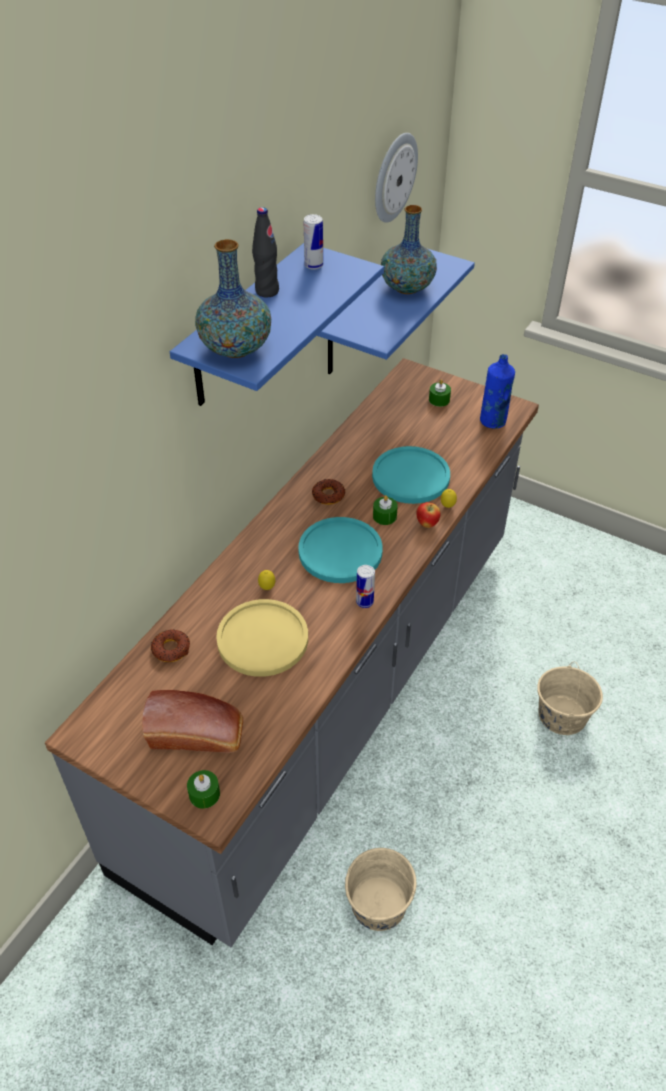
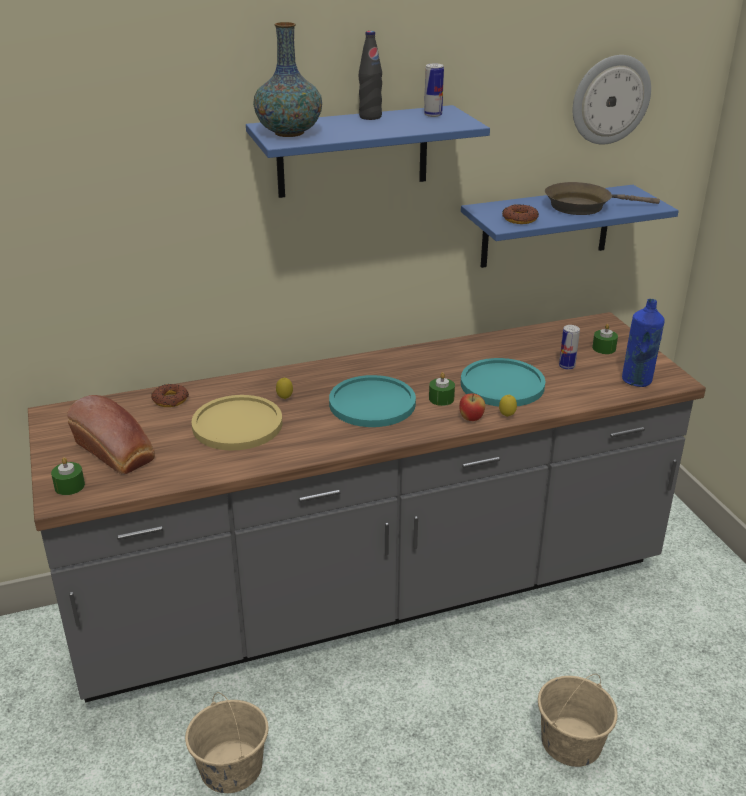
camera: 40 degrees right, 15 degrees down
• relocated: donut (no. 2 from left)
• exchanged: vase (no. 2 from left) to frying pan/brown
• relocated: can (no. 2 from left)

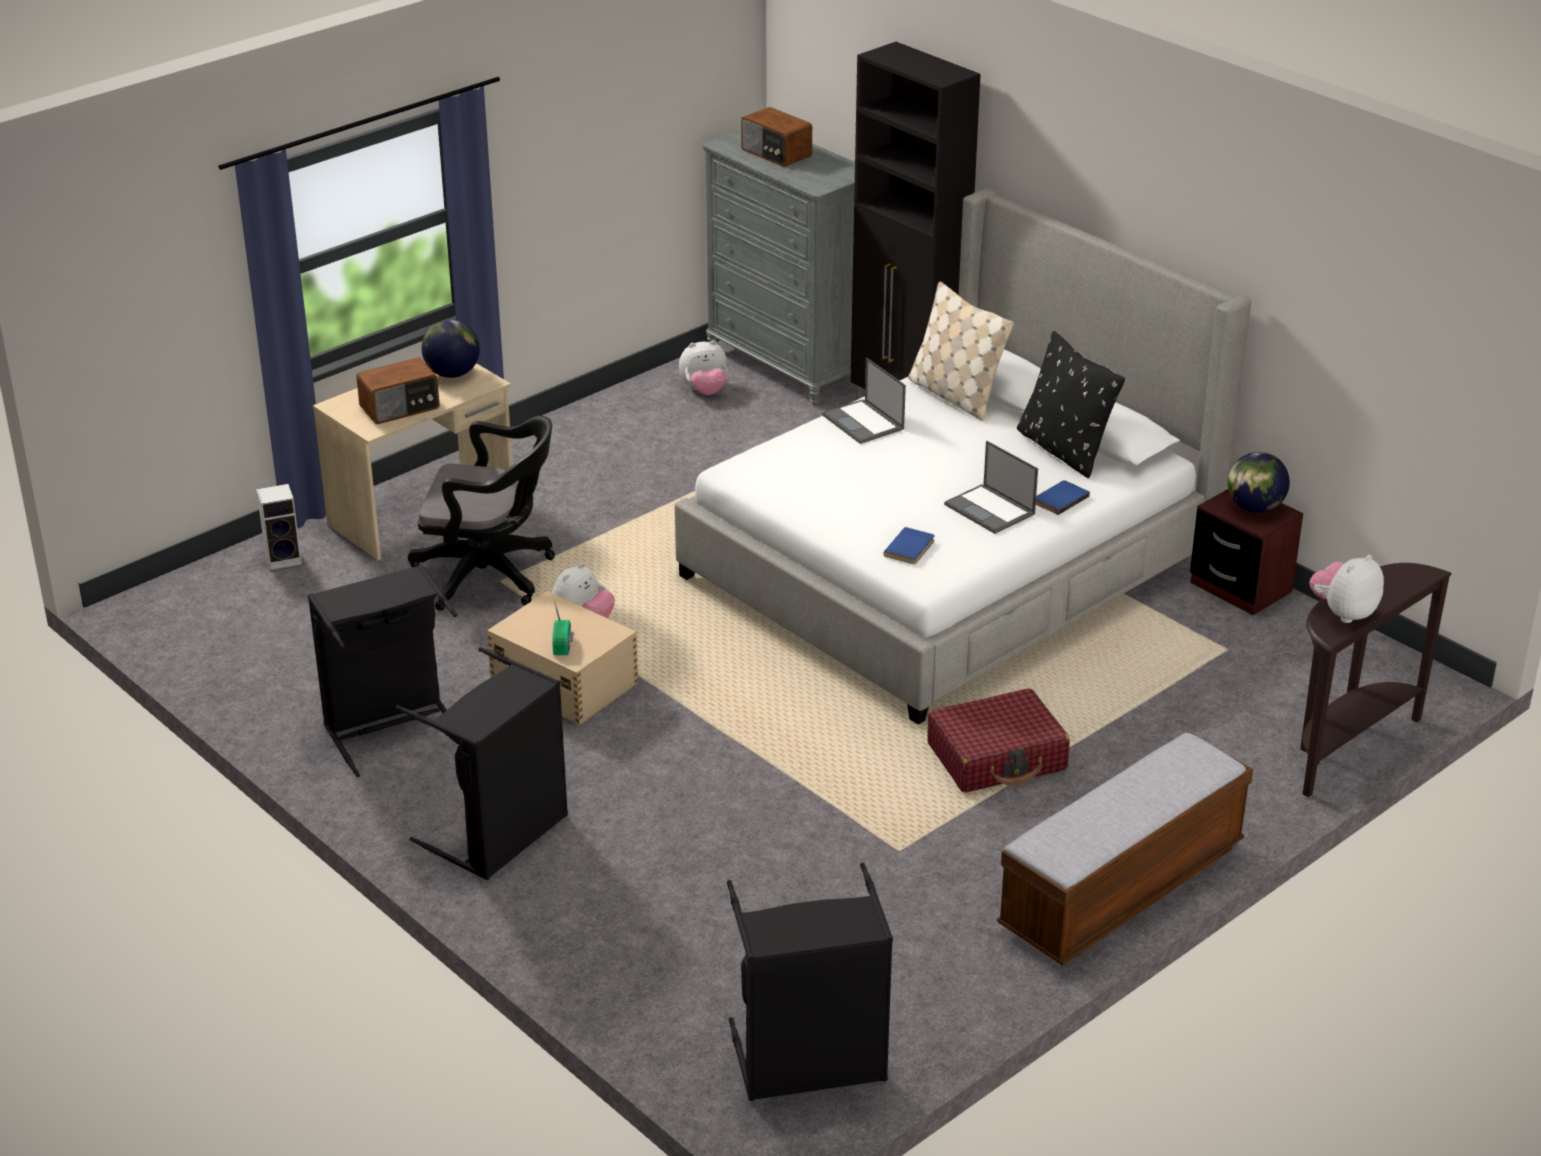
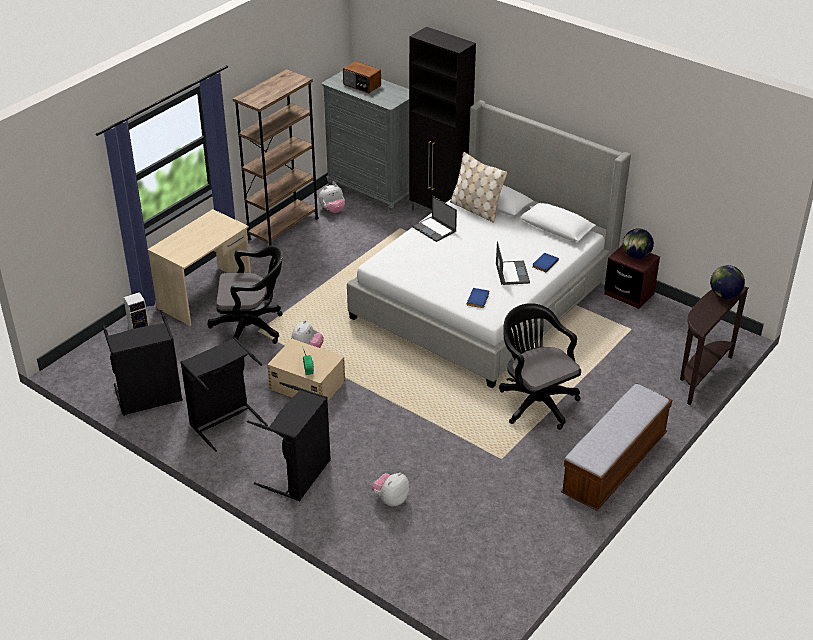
camera: 10 degrees left, 5 degrees up
• relocated: laundry basket/black (no. 3 from left in the first image) to laundry basket/black (no. 1 from left)
• appeared: bookcase/brown
• relocated: plush toy (no. 3 from left)
• spun: laptop (no. 2 from left) 135 degrees counterclockwise
• exchanged: suitcase/red to office chair/black (no. 2 from left)
• relocated: globe (no. 1 from left in the first image) to globe (no. 2 from left)
• missing: radio (no. 1 from left)
• missing: pillow/black

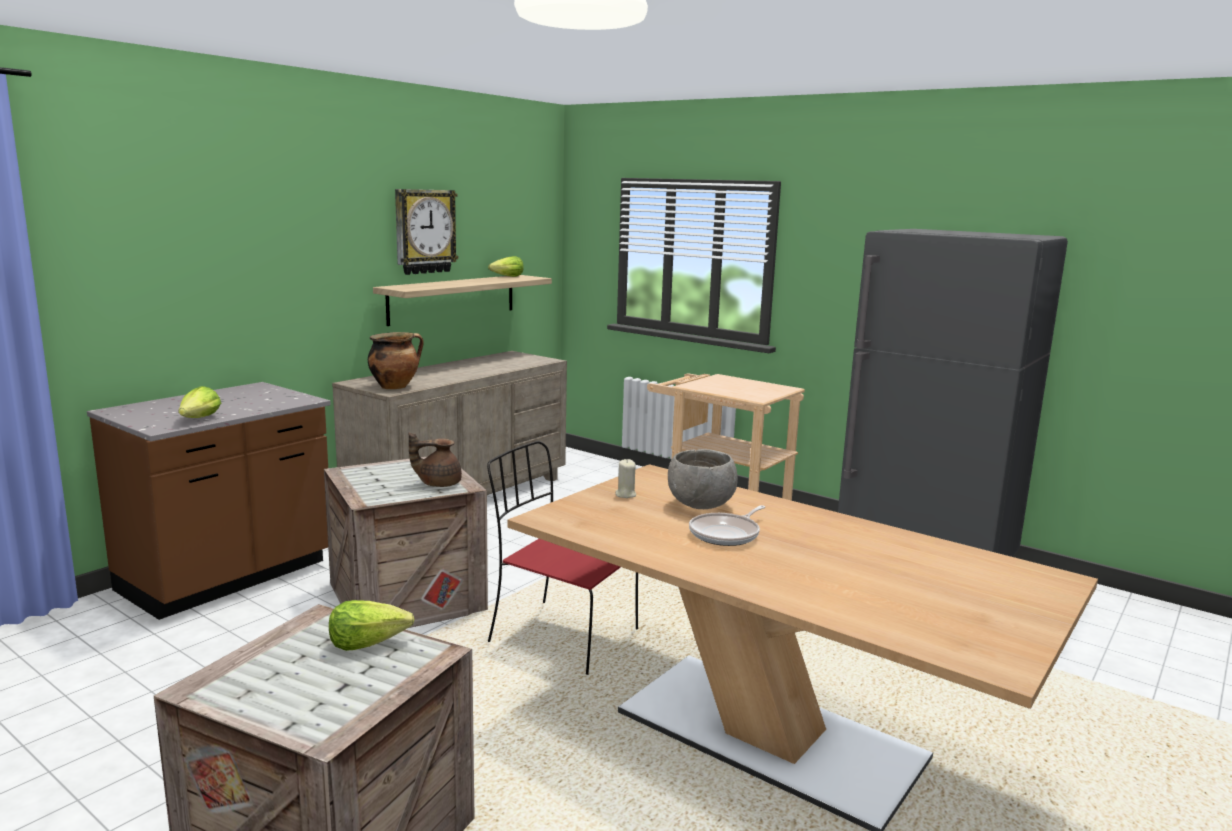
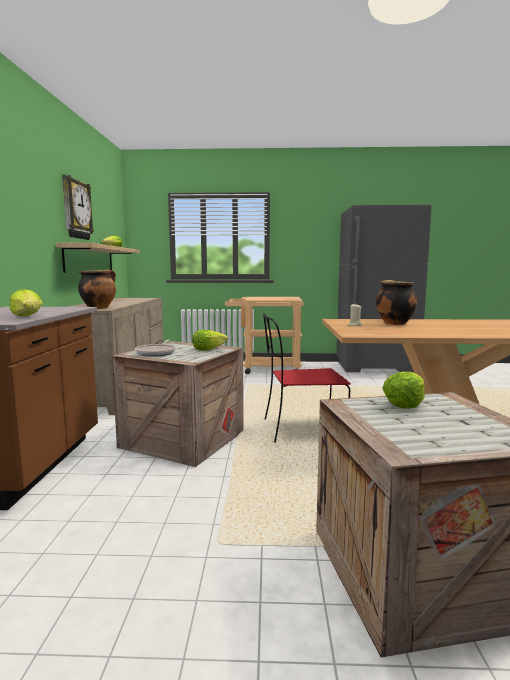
camera: 35 degrees left, 5 degrees down
• relocated: frying pan
• exchanged: teapot/brown to lettuce (no. 3 from left)
• exchanged: bowl/grey to cooking pot (no. 2 from left)

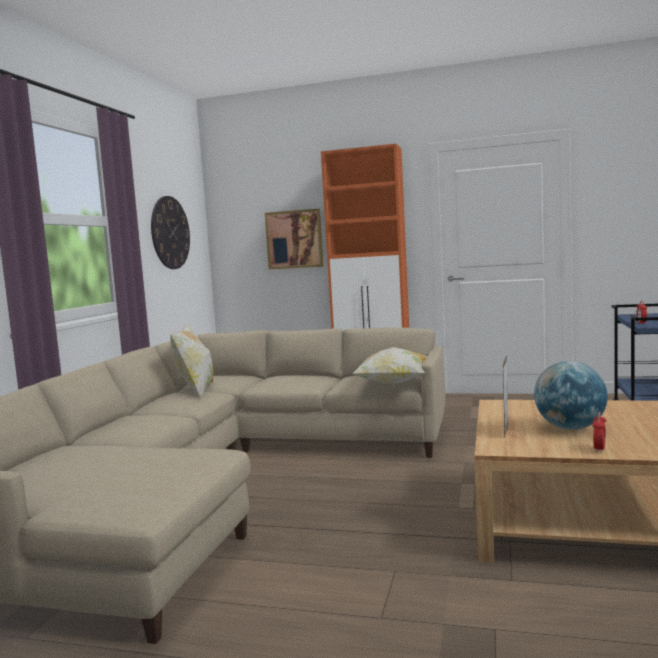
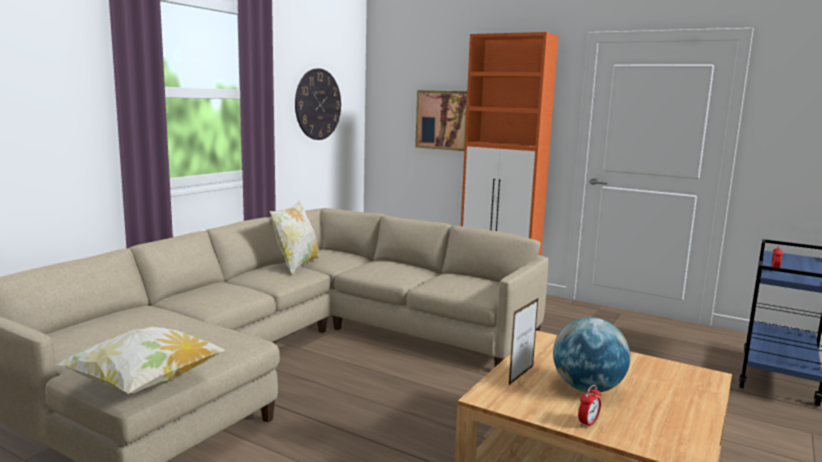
camera: 15 degrees right, 5 degrees up
• relocated: pillow (no. 2 from left in the first image) to pillow (no. 1 from left)

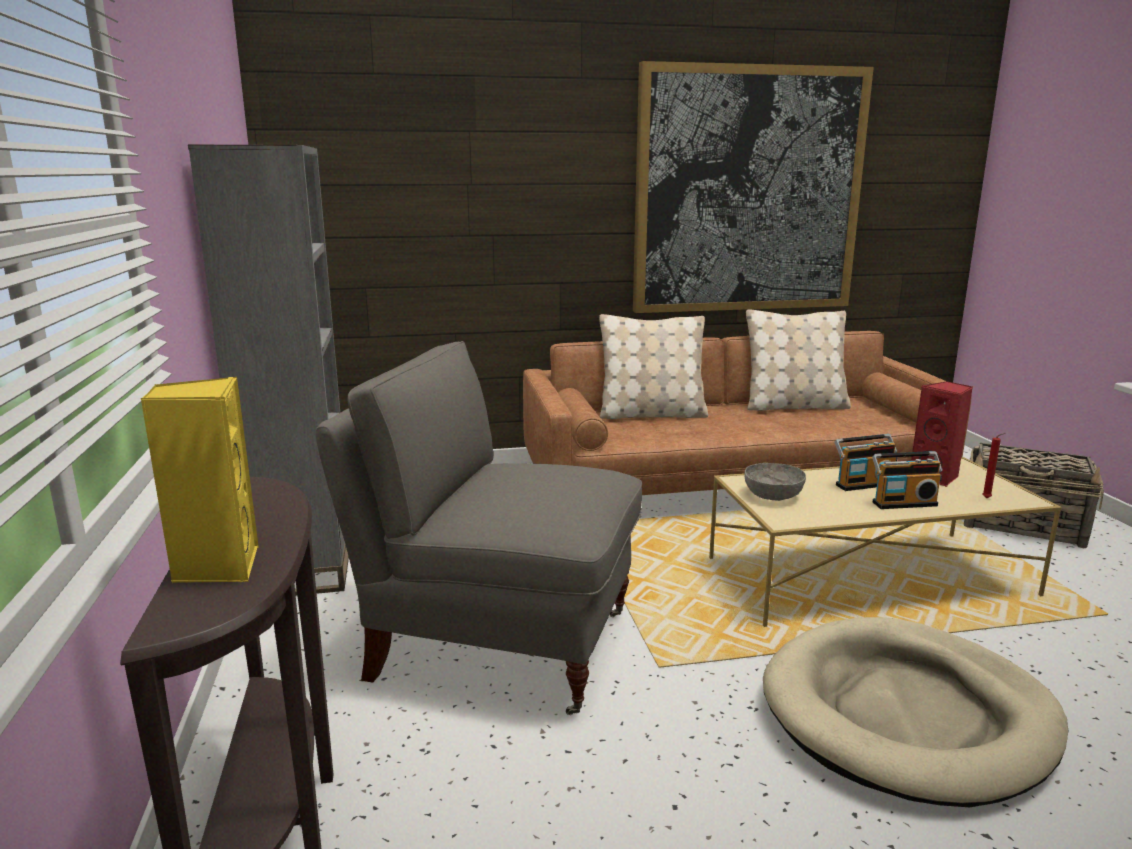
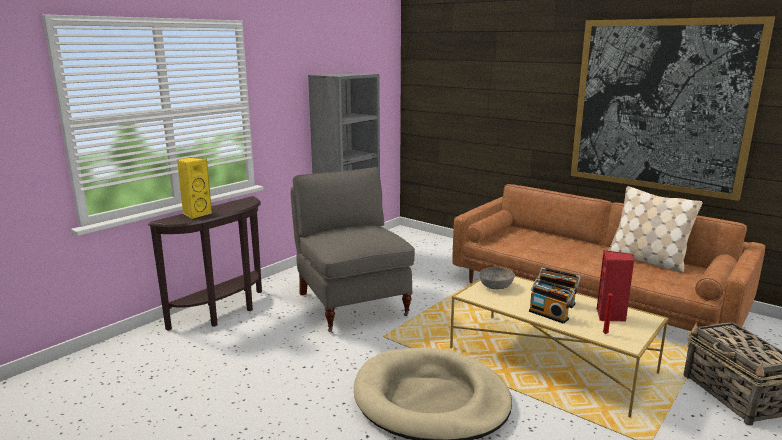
camera: 50 degrees right, 0 degrees up
• missing: pillow/beige (no. 1 from left)

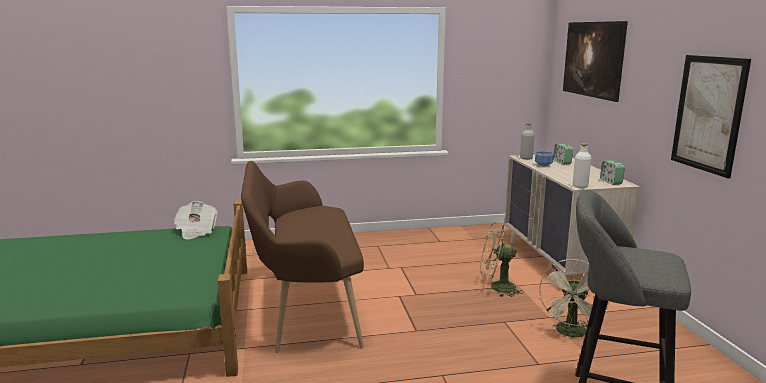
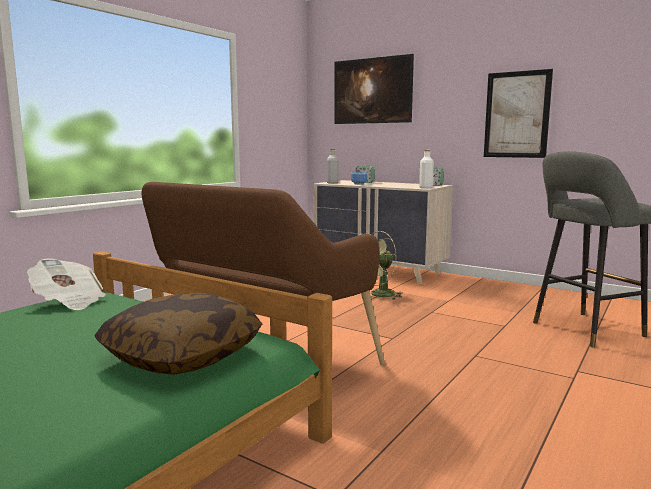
camera: 45 degrees left, 5 degrees down
• appeared: pillow
• missing: fan/beige

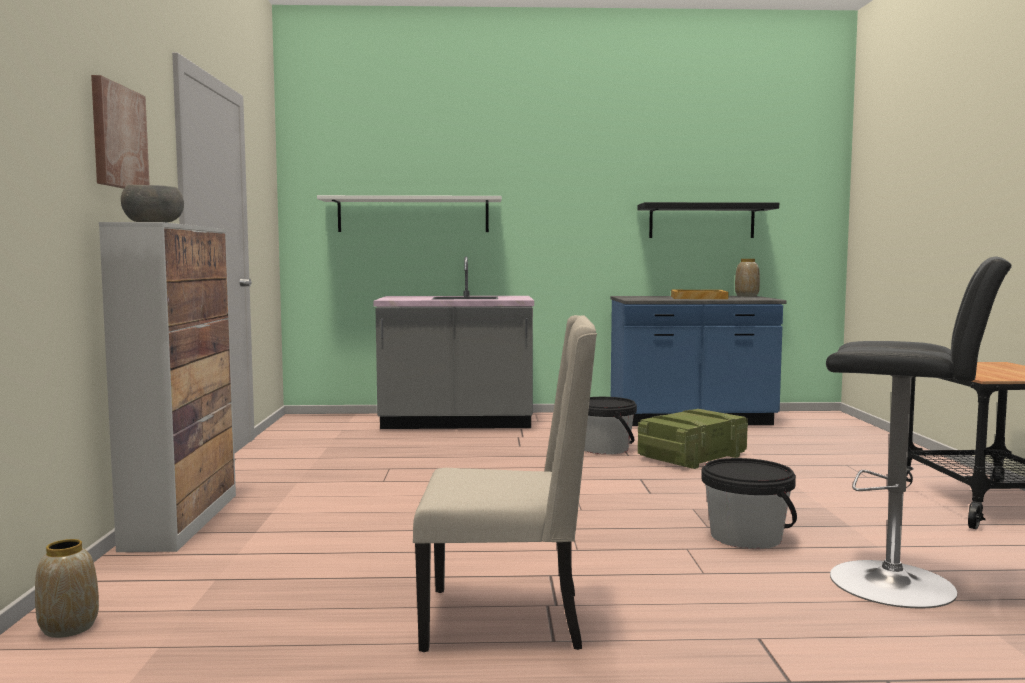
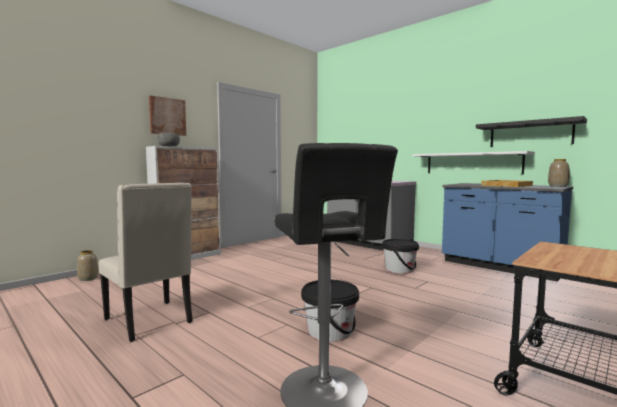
camera: 45 degrees right, 0 degrees up
• relocated: shelf/white
• missing: crate

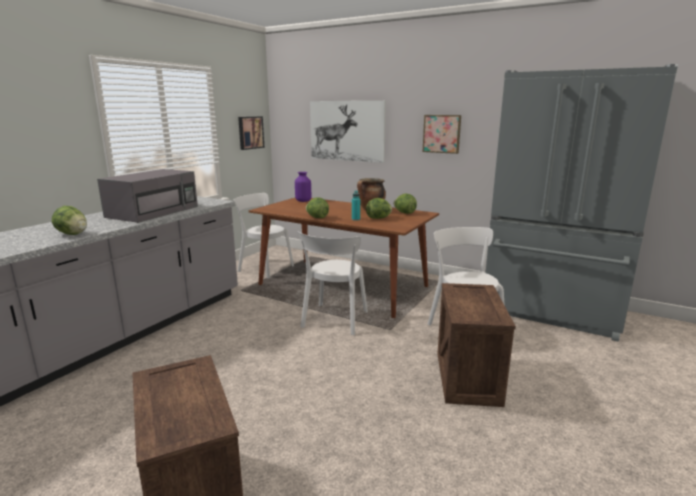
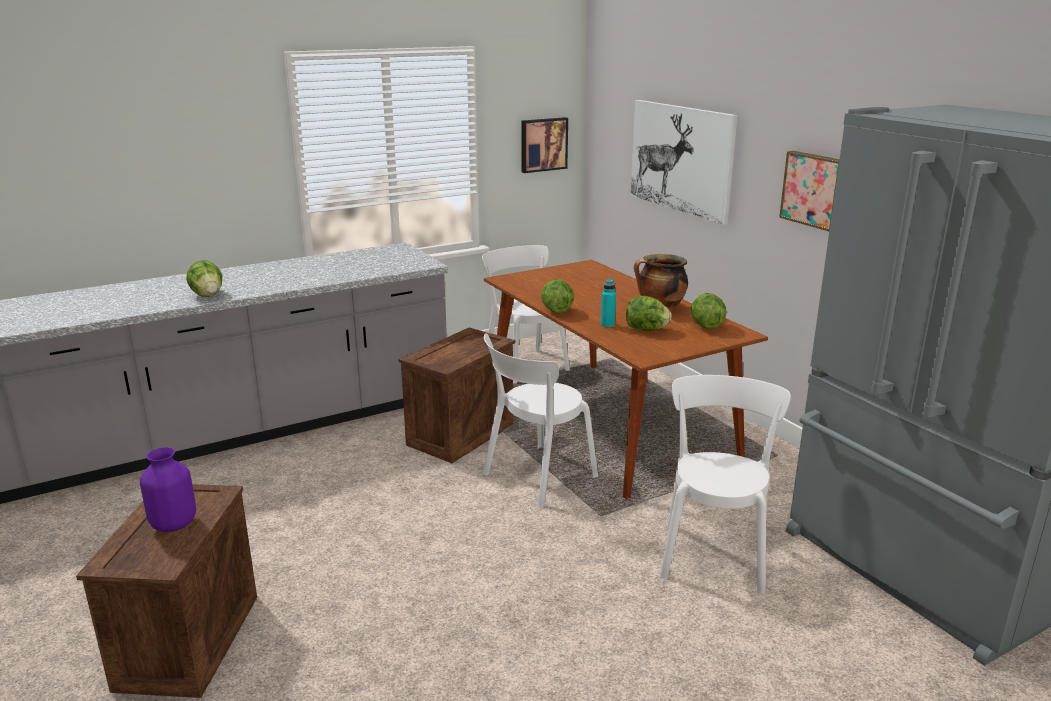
camera: 30 degrees right, 5 degrees up
• relocated: vase/purple
• relocated: crate (no. 2 from left)
• missing: microwave/grey

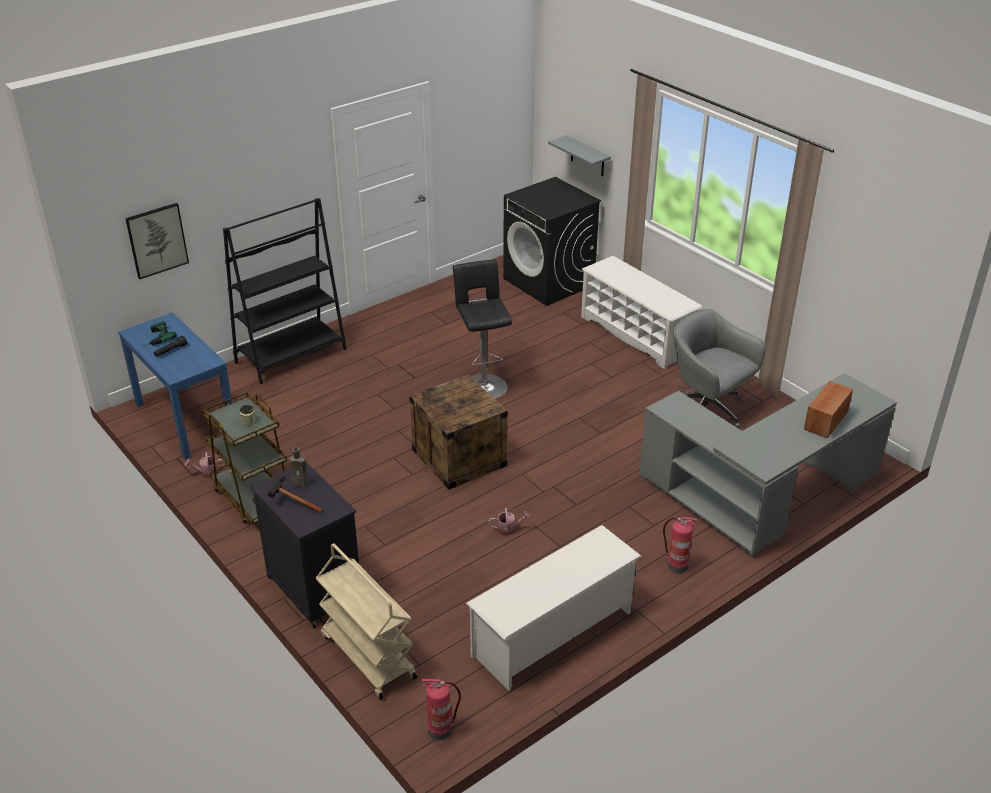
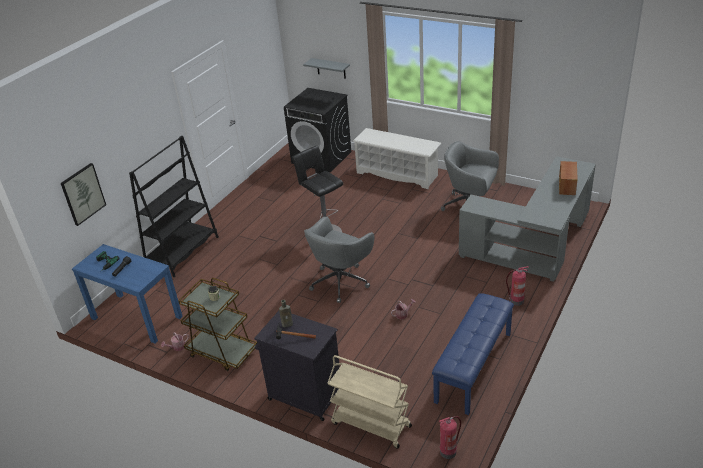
camera: 20 degrees left, 0 degrees up
• exchanged: crate to office chair/grey (no. 1 from left)
• exchanged: shoe rack/white (no. 1 from left) to bench/blue

